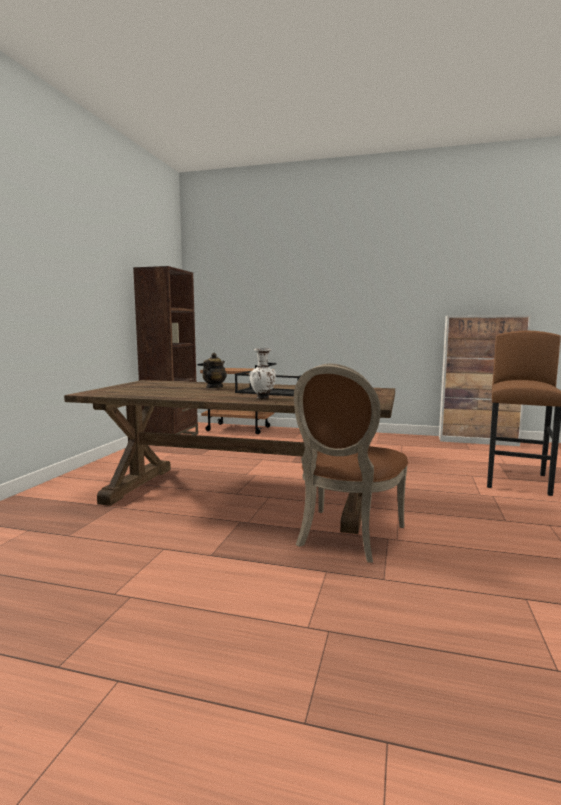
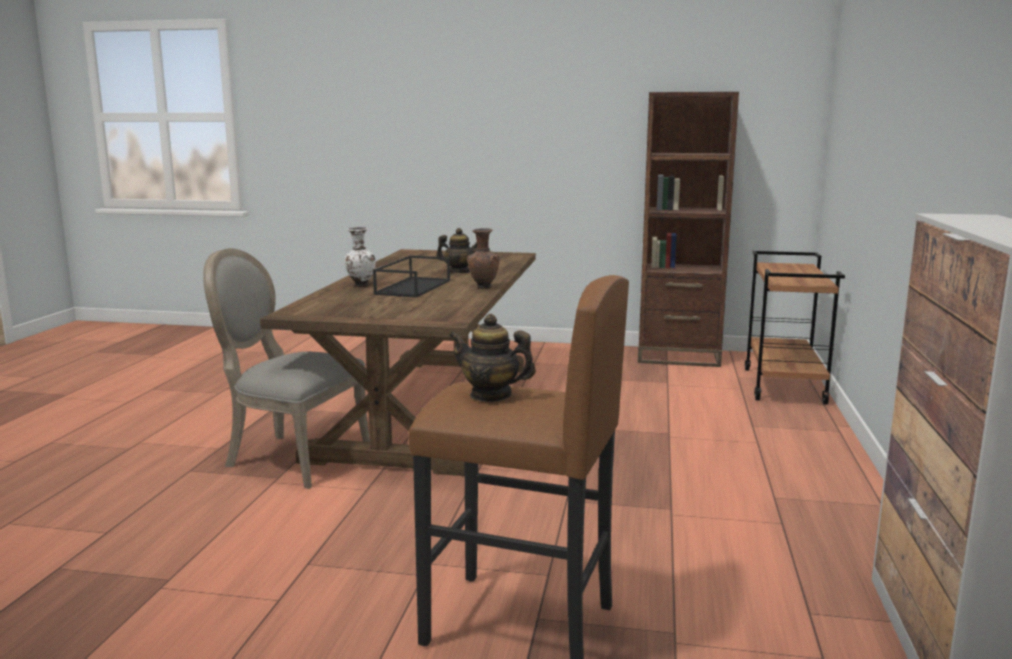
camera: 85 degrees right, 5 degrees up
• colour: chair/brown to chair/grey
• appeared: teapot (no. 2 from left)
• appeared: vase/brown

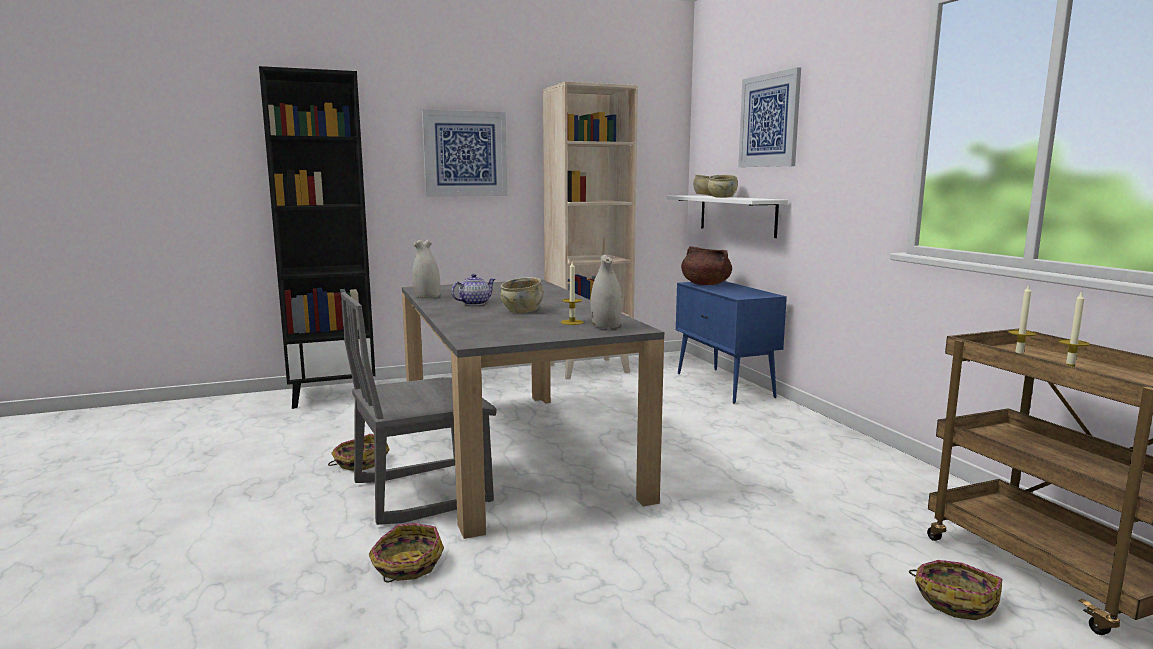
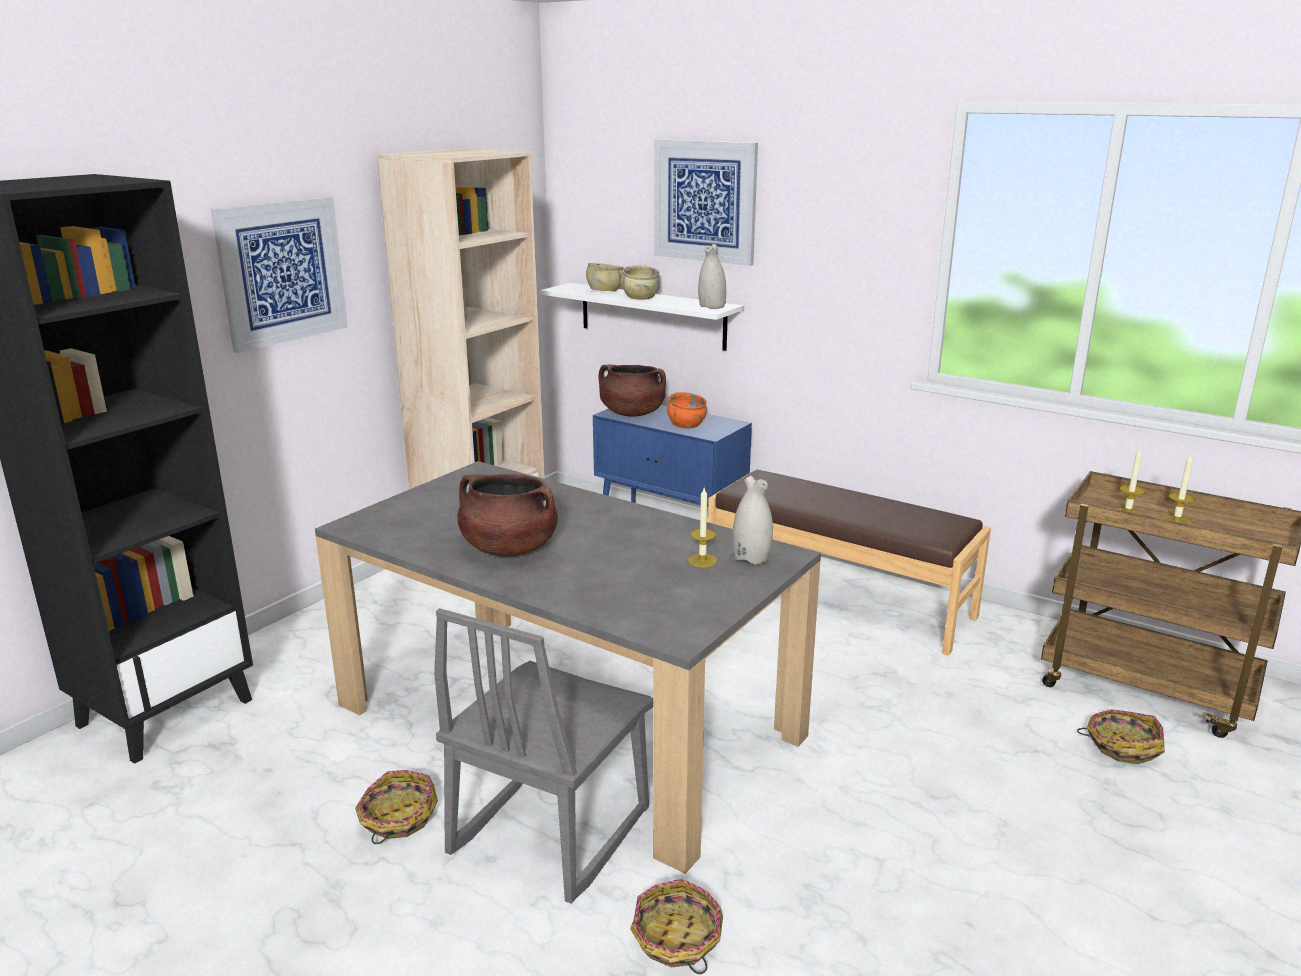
camera: 35 degrees left, 10 degrees up
• exchanged: teapot to cooking pot/brown (no. 1 from left)
• appeared: bowl/orange
• relocated: vase/white (no. 1 from left)
• appeared: bench/brown
• missing: bowl/beige (no. 1 from left)

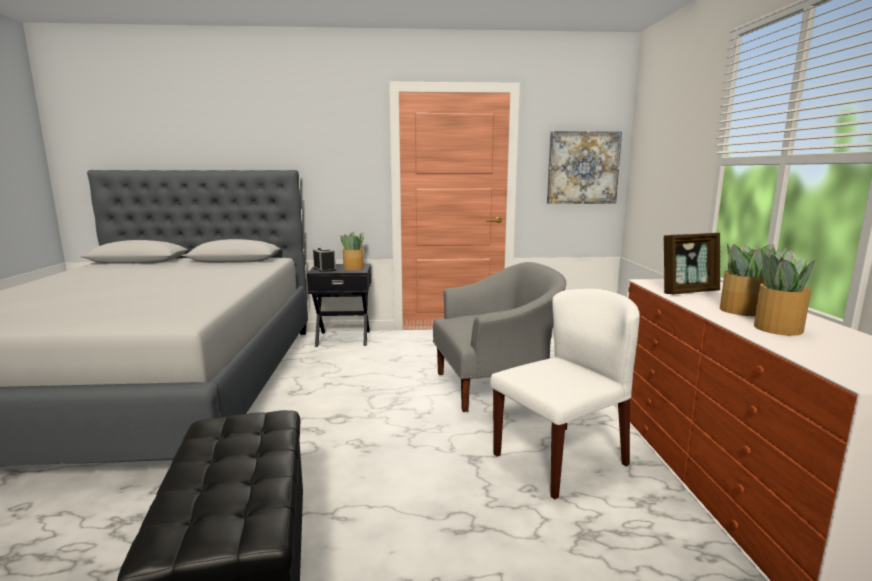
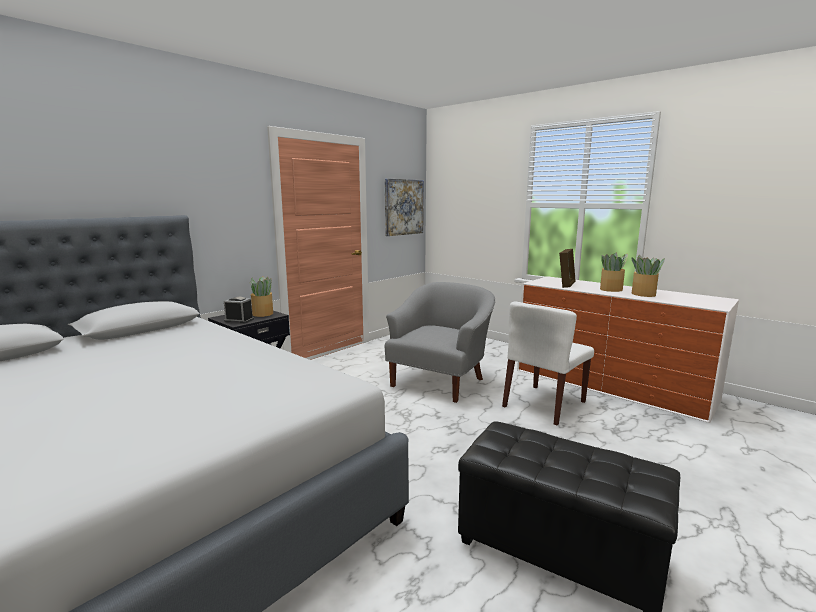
camera: 45 degrees left, 0 degrees up
• spun: chair/white 150 degrees counterclockwise

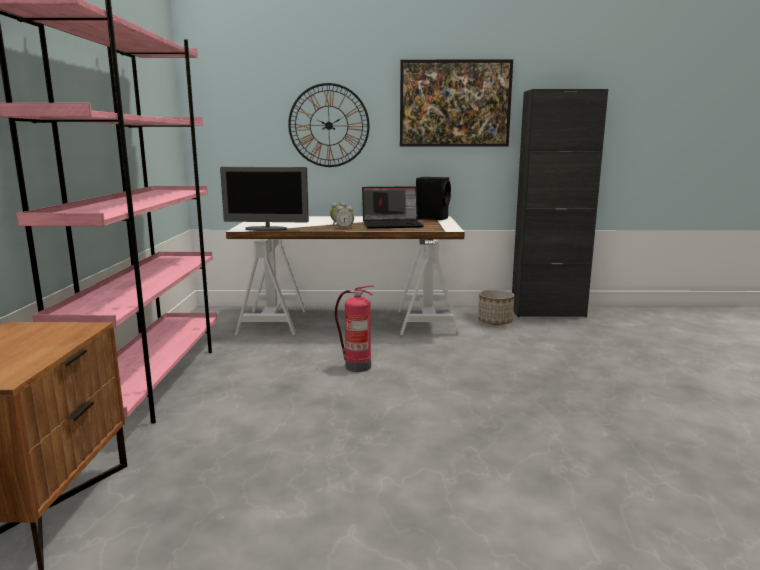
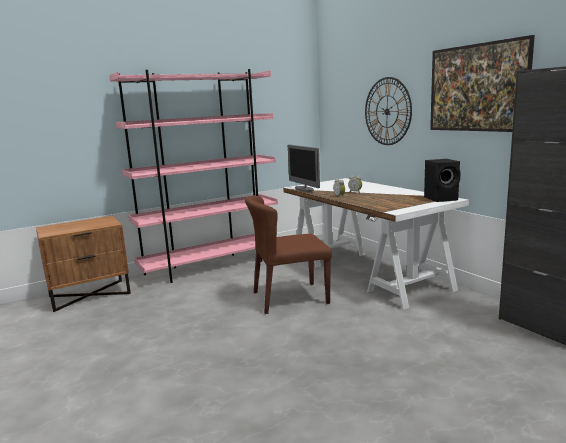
camera: 60 degrees right, 0 degrees up
• exchanged: fire extinguisher to chair/brown
• missing: laptop
• missing: planter

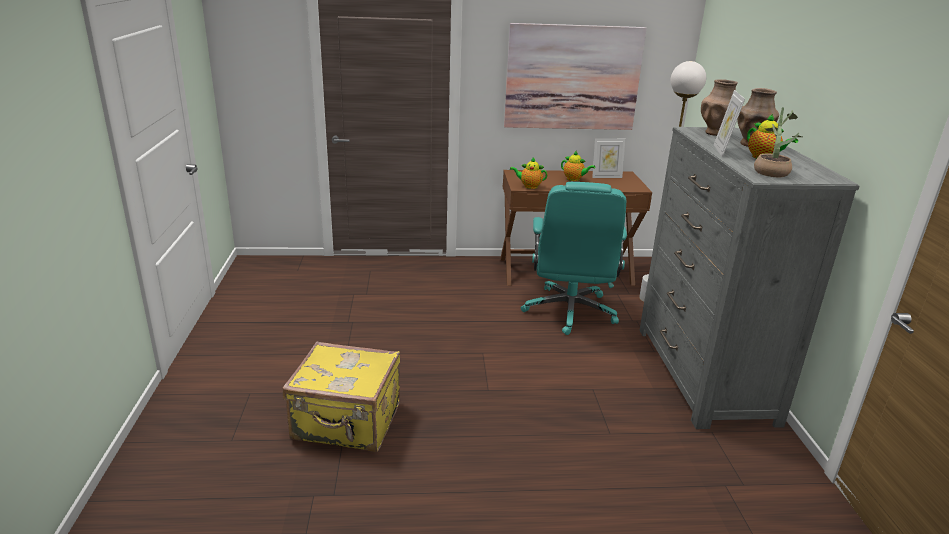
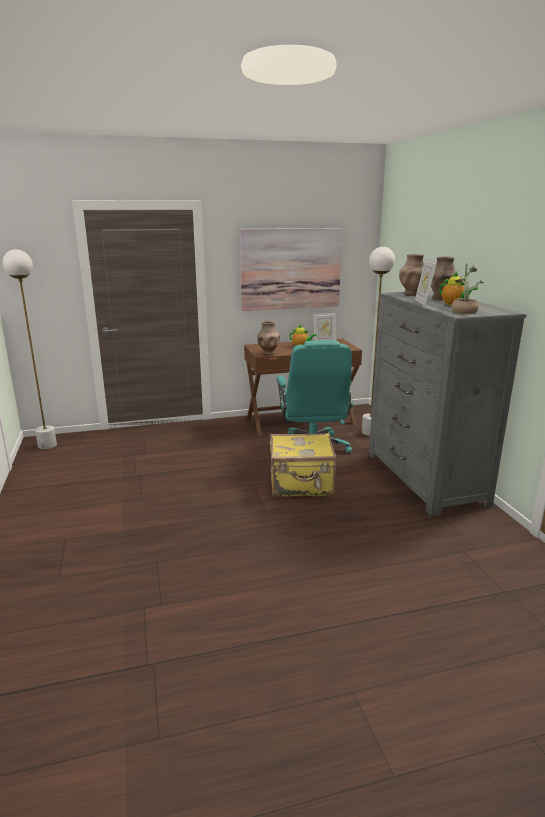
camera: 10 degrees left, 5 degrees down
• appeared: floor lamp/white (no. 1 from left)
• exchanged: teapot (no. 1 from left) to vase/brown (no. 1 from left)
• relocated: suitcase/yellow

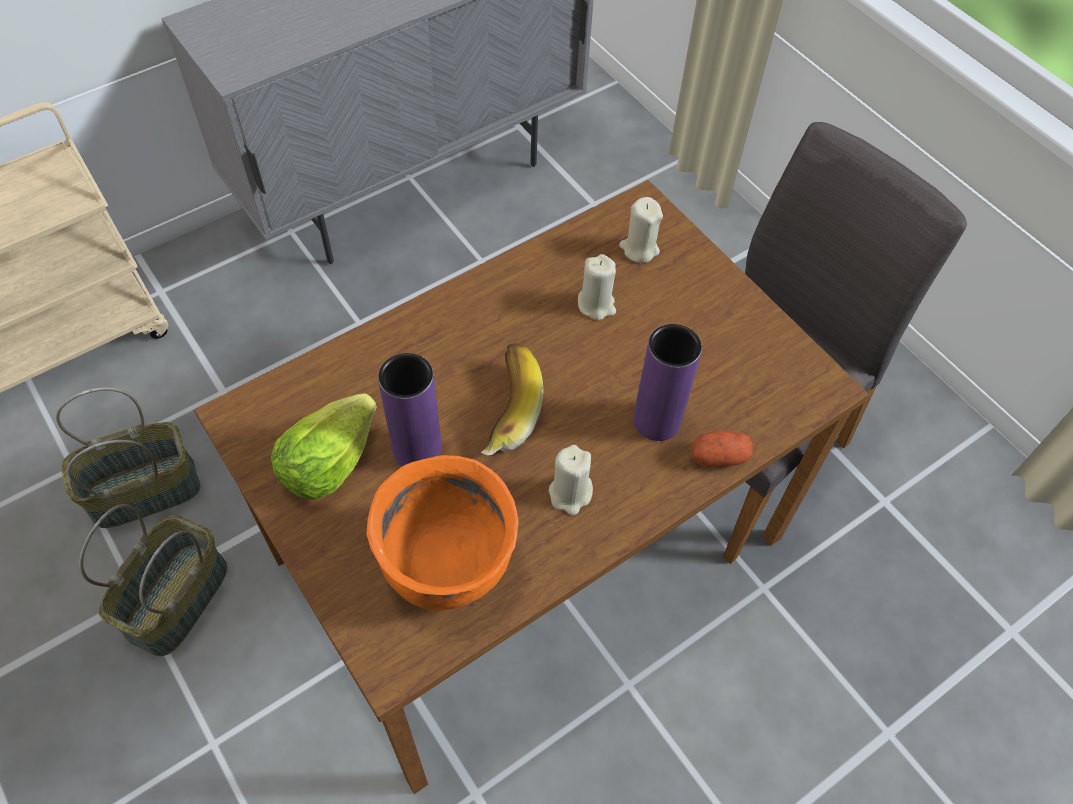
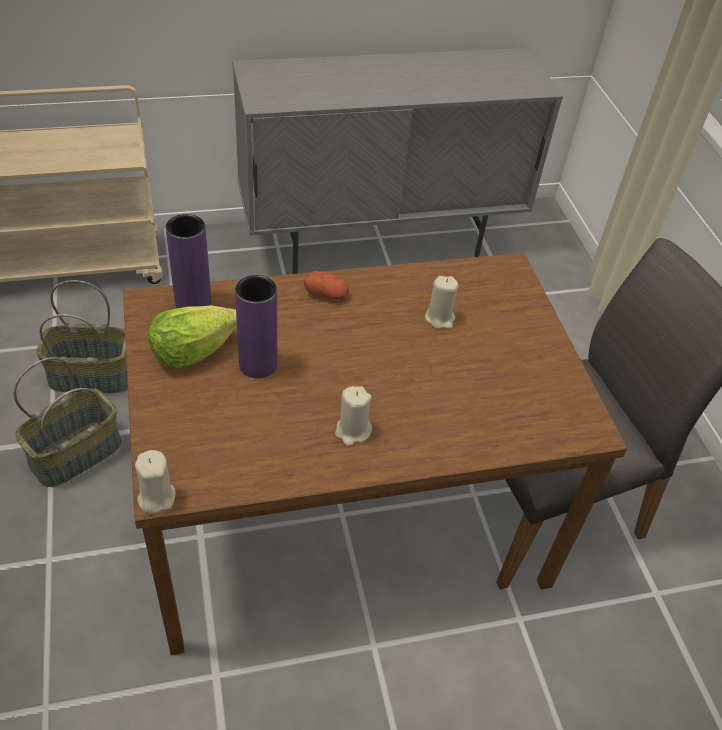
camera: 20 degrees right, 10 degrees down
• relocated: candle/beige (no. 3 from left in the first image) to candle/beige (no. 1 from left)
• relocated: vase/purple (no. 2 from left in the first image) to vase/purple (no. 1 from left)
• relocated: potato
• missing: cooking pot/orange
• missing: banana

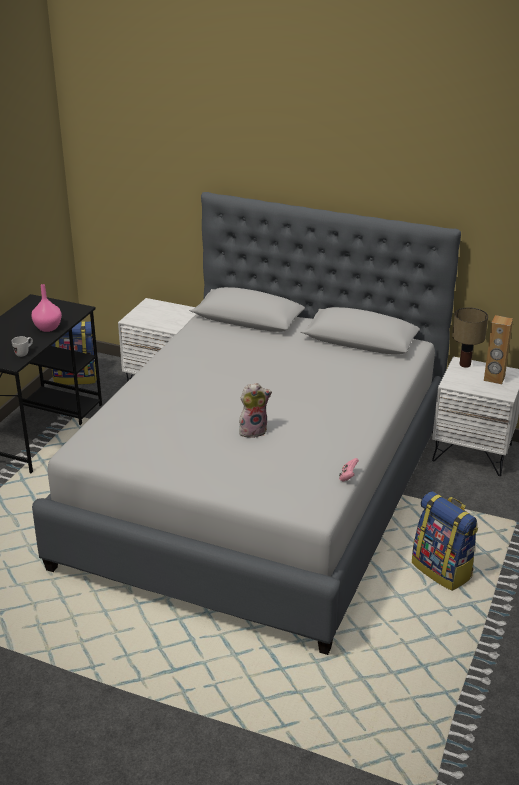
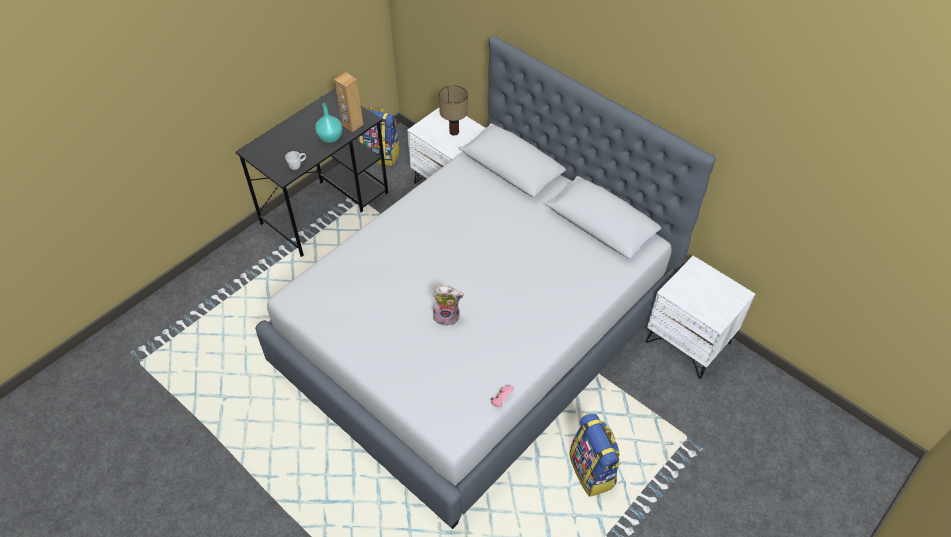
camera: 20 degrees right, 20 degrees up
• colour: vase/pink to vase/turquoise
• relocated: speaker/brown
• relocated: table lamp

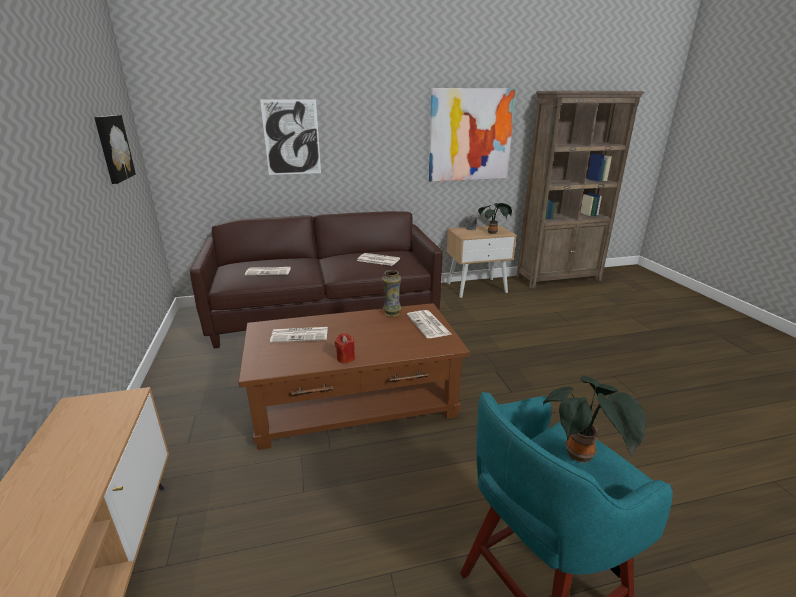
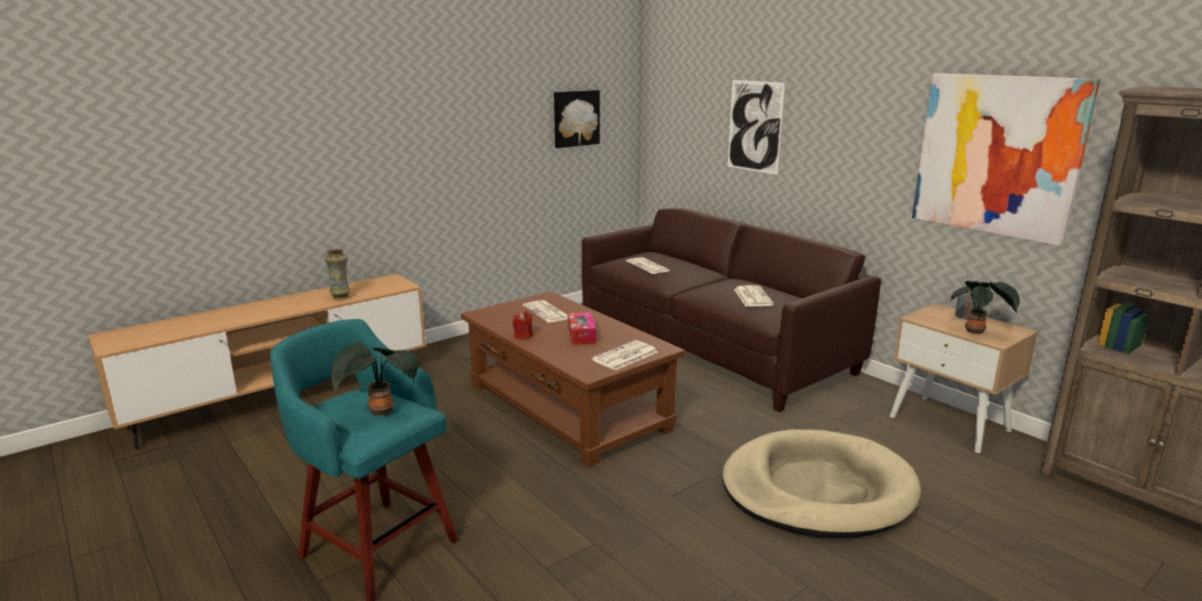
camera: 65 degrees right, 5 degrees down
• relocated: vase
• appeared: tissue box
• appeared: dog bed/beige

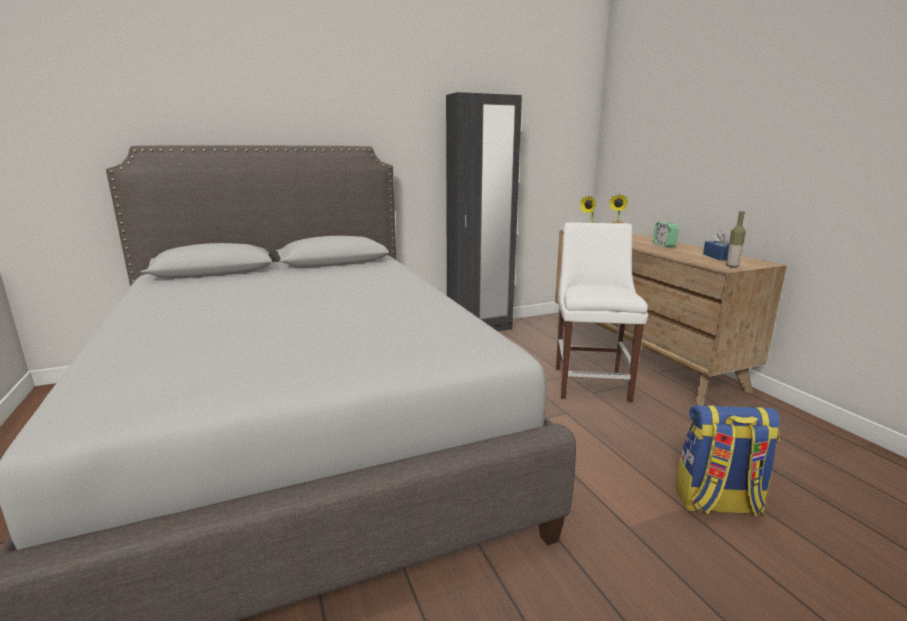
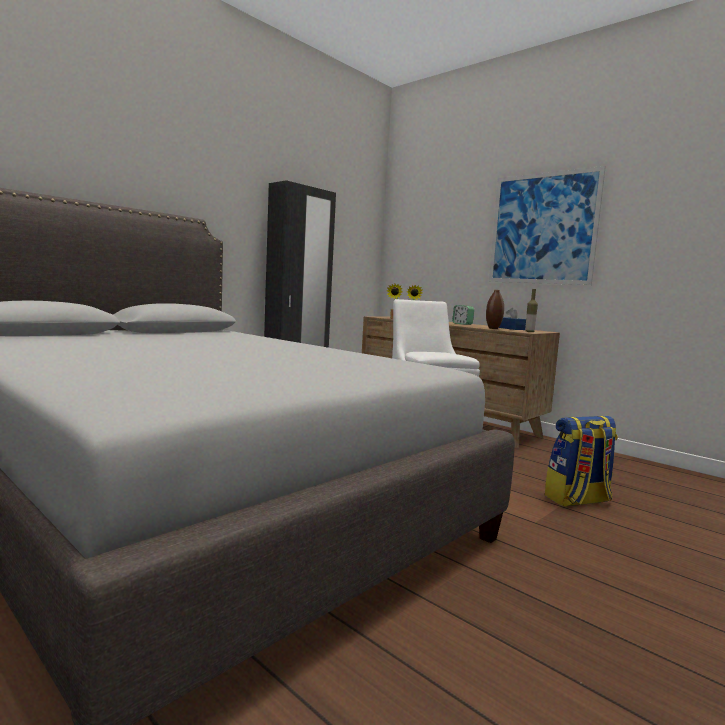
camera: 25 degrees left, 10 degrees down
• appeared: vase/brown
• appeared: picture

